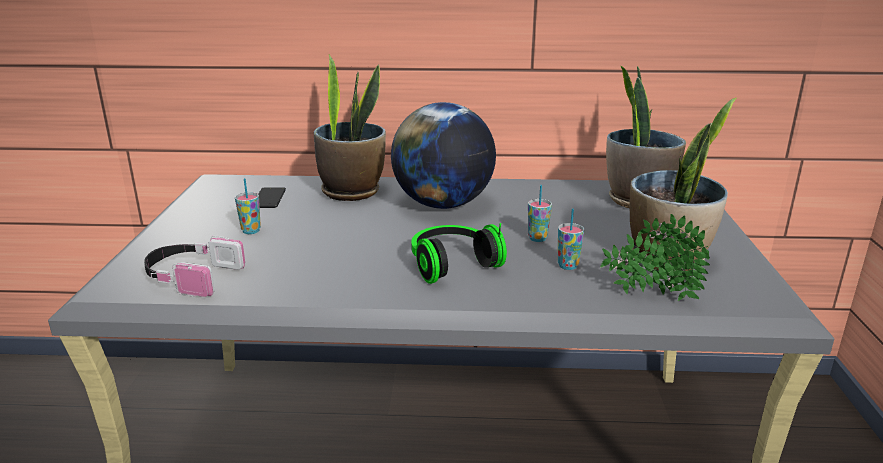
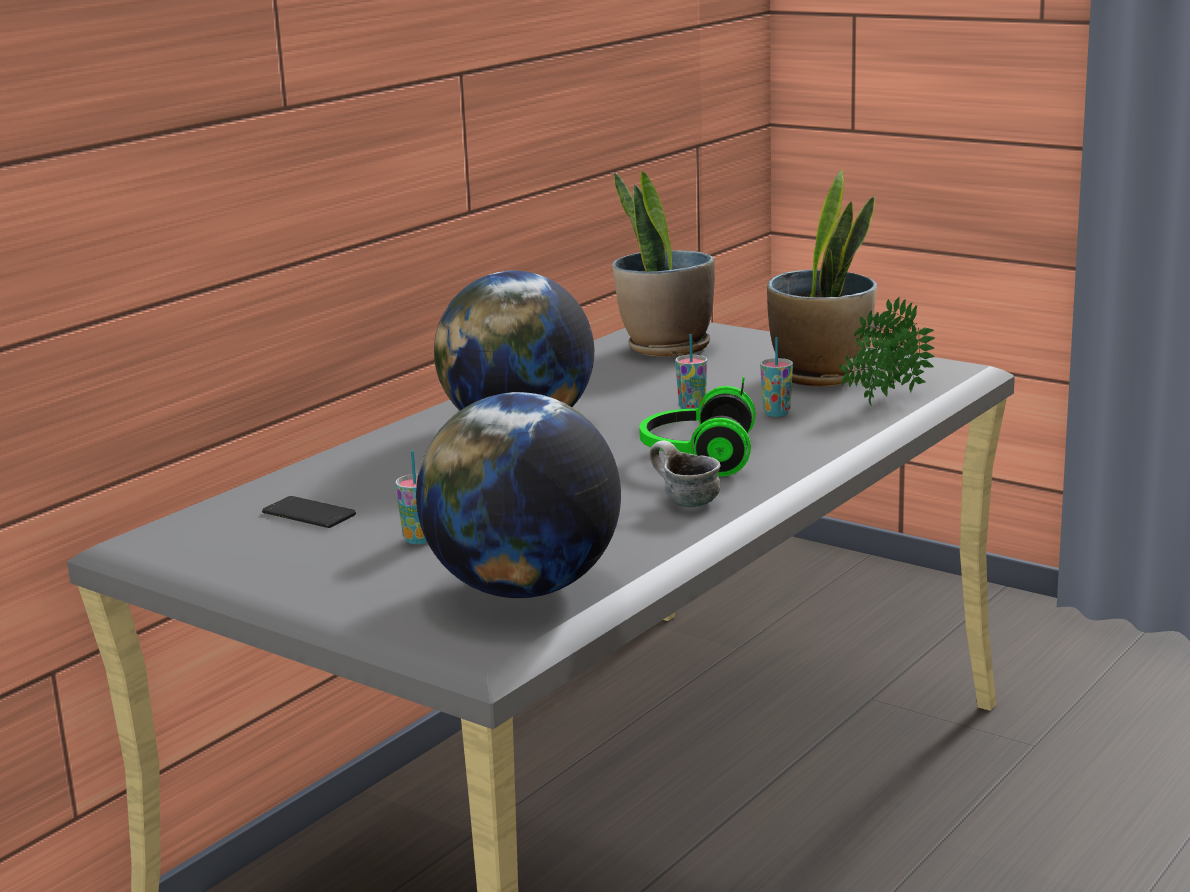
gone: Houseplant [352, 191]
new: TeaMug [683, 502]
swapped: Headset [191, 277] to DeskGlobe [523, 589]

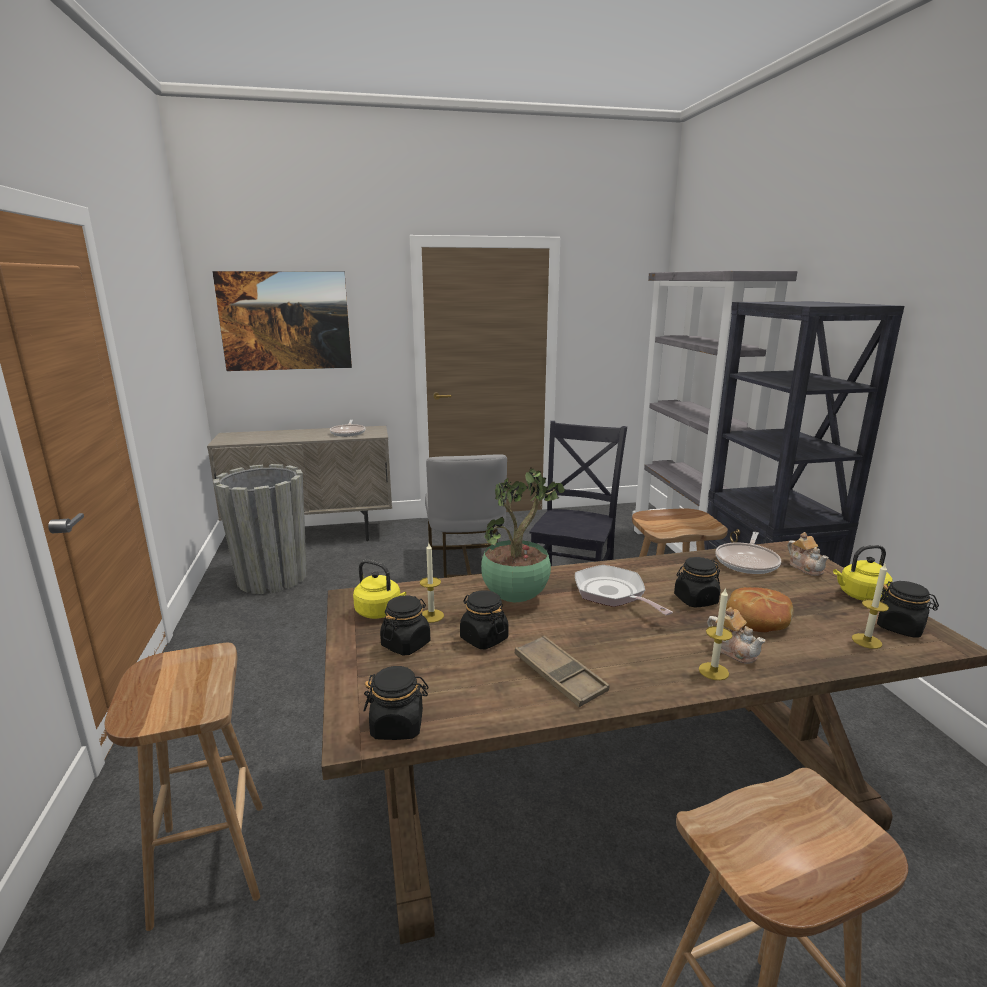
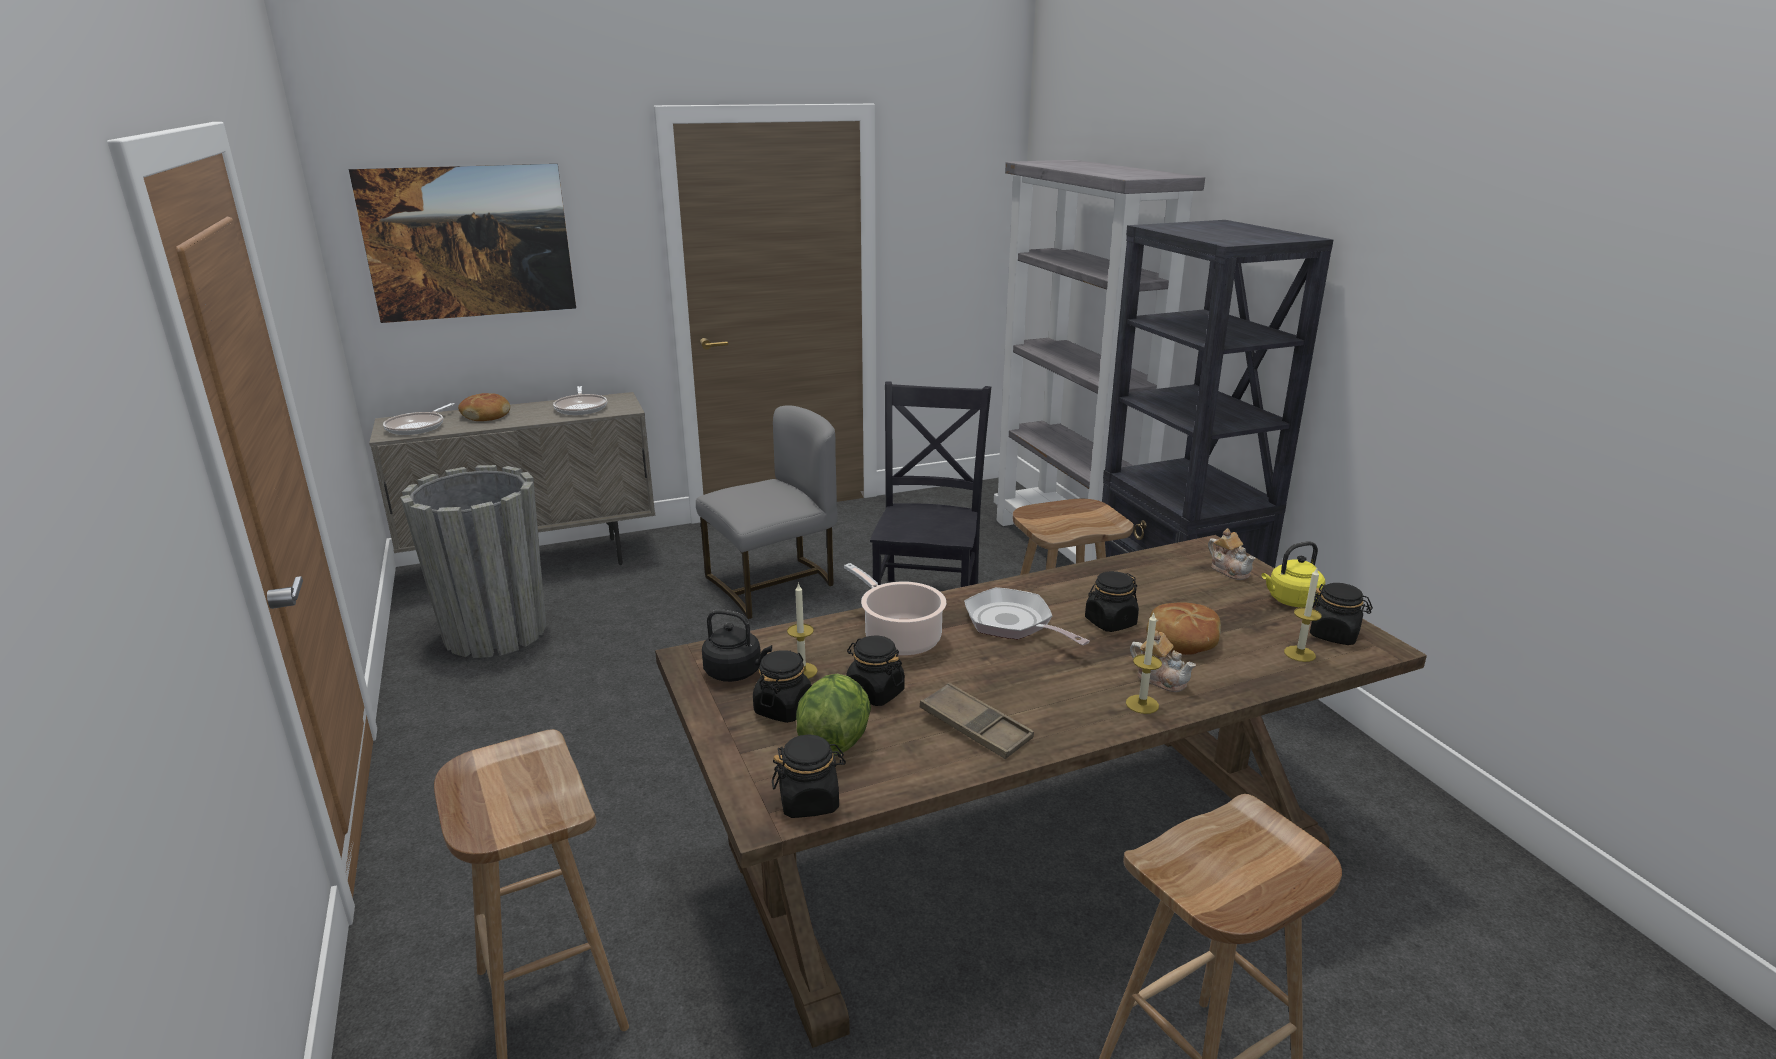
new: BakeryBread [486, 415]; HeadOfLettuce [834, 741]
shifted: FryingPan [747, 561] to [418, 427]
swapped: Houseplant [517, 597] to Stockpot [899, 638]
repainted: YellowColouredKettle [380, 612] to BlackColouredKettle [736, 672]
rotated: GreyishUprightChair [465, 561] = [773, 584] 105 degrees counterclockwise

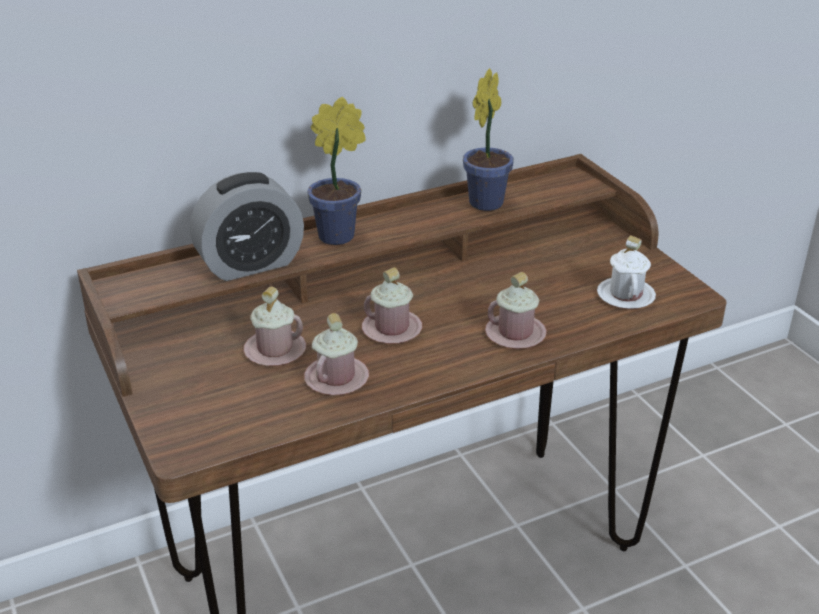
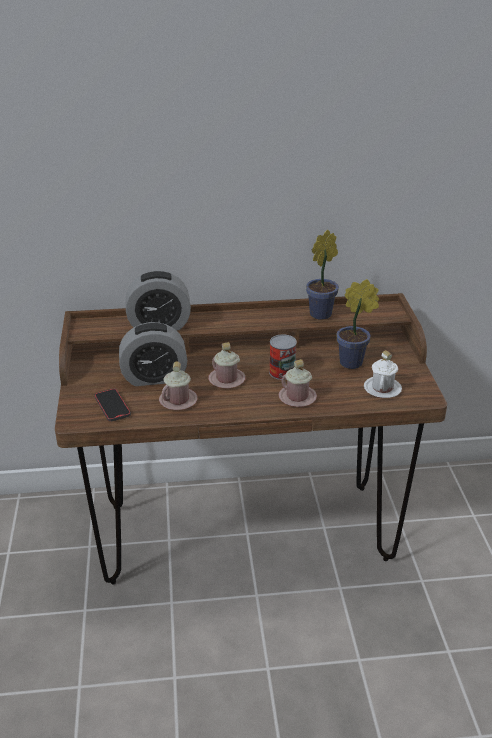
new: Can [282, 372]; Handset [112, 406]
shifted: Houseplant [341, 235] to [354, 363]
swapped: PinkColouredTeaMug [275, 350] to AlarmClock [154, 378]

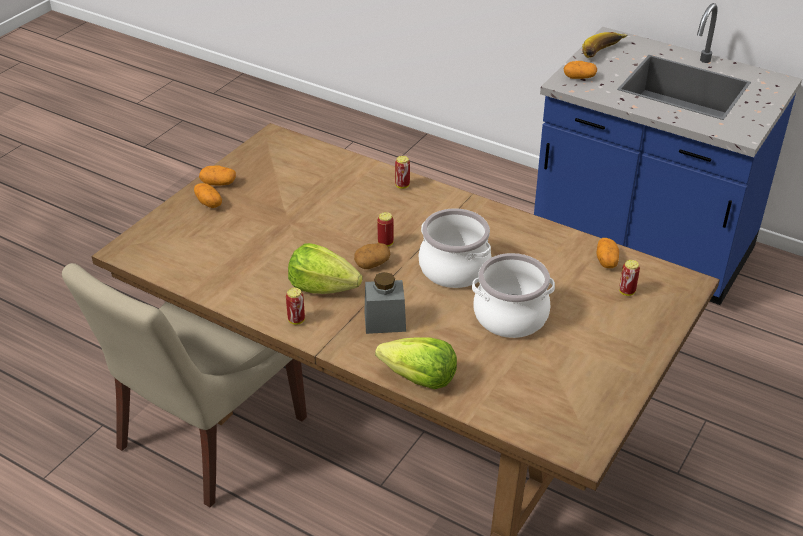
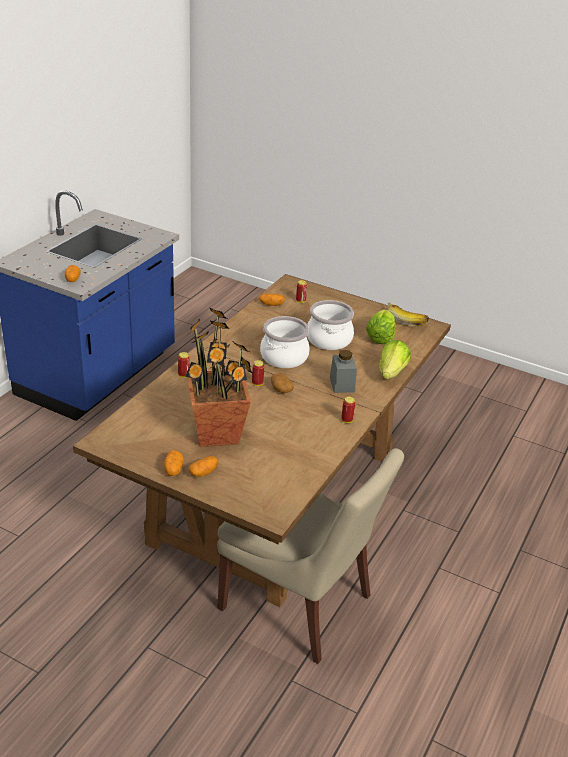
new: Houseplant [217, 434]
shifted: Banana [604, 53] to [406, 319]; HeadOfLettuce [322, 287] to [380, 337]

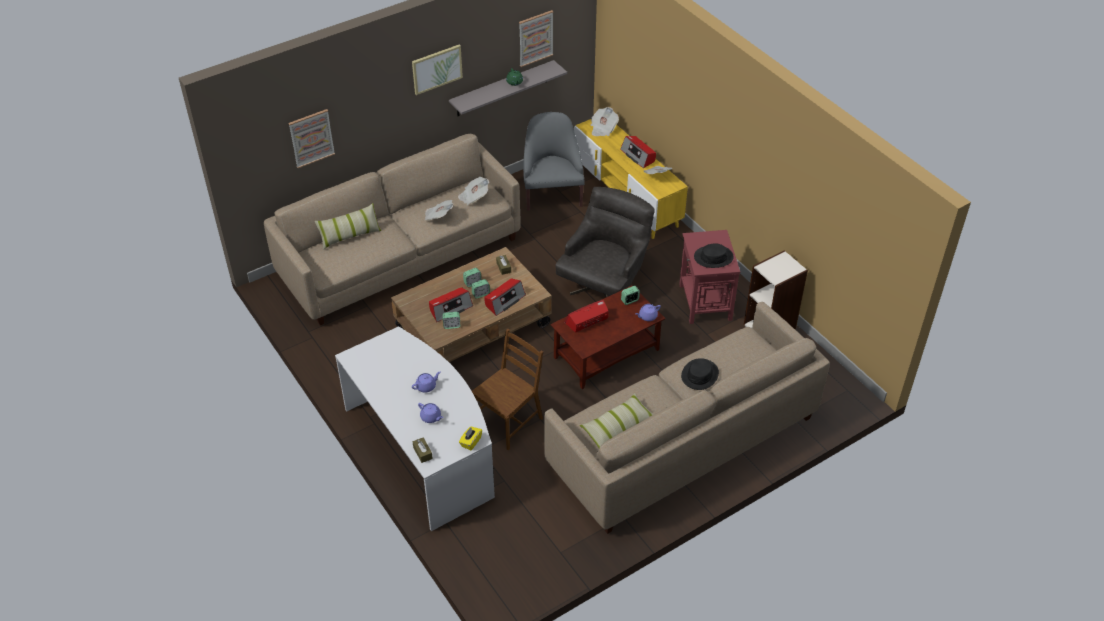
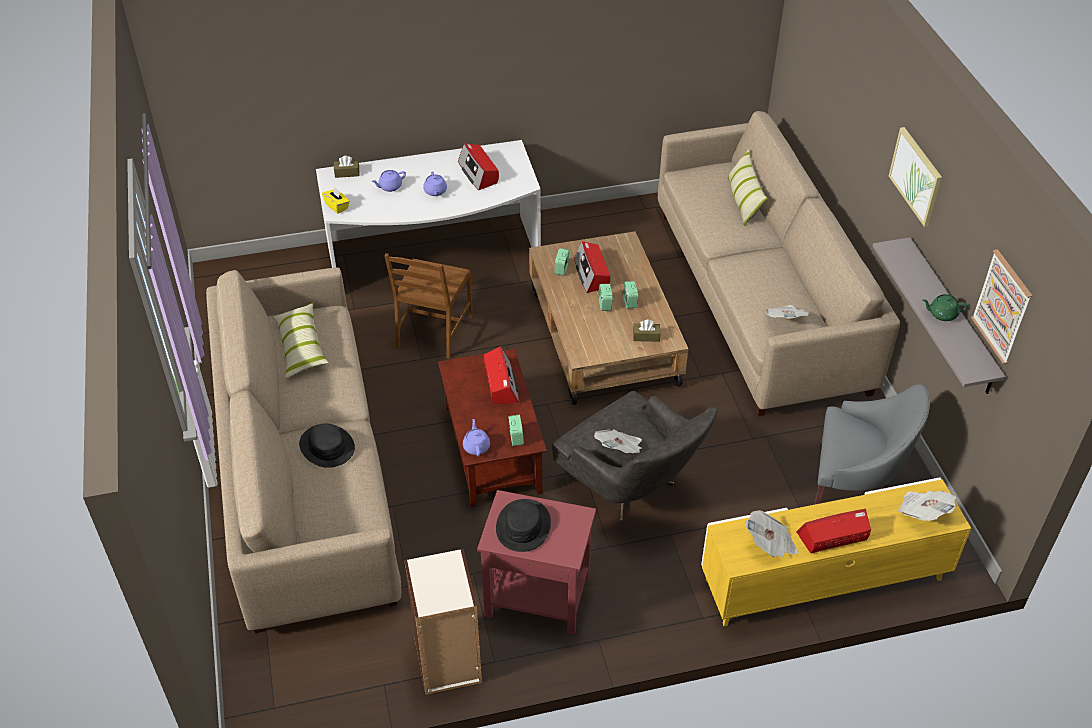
gone: Picture [311, 138]
shifted: DailyPaper [438, 216] to [619, 449]; RadioReceiver [504, 301] to [478, 173]
rotated: BrownishUprightChair [508, 421] = [433, 331] 45 degrees clockwise

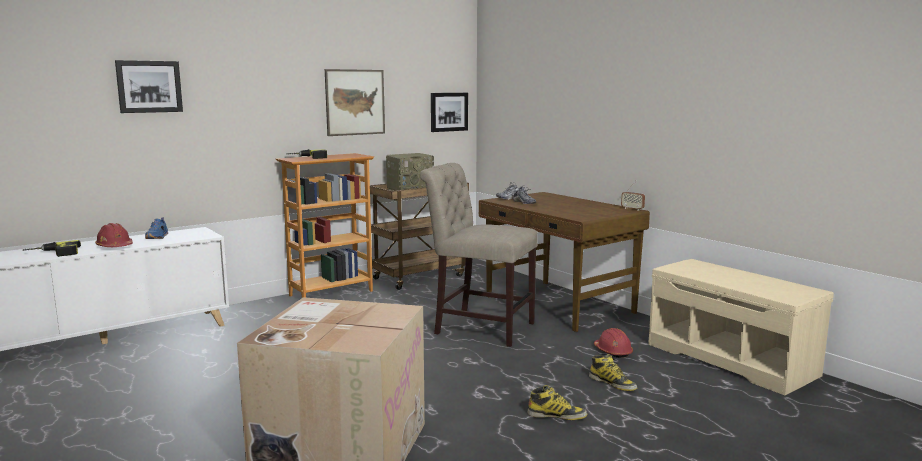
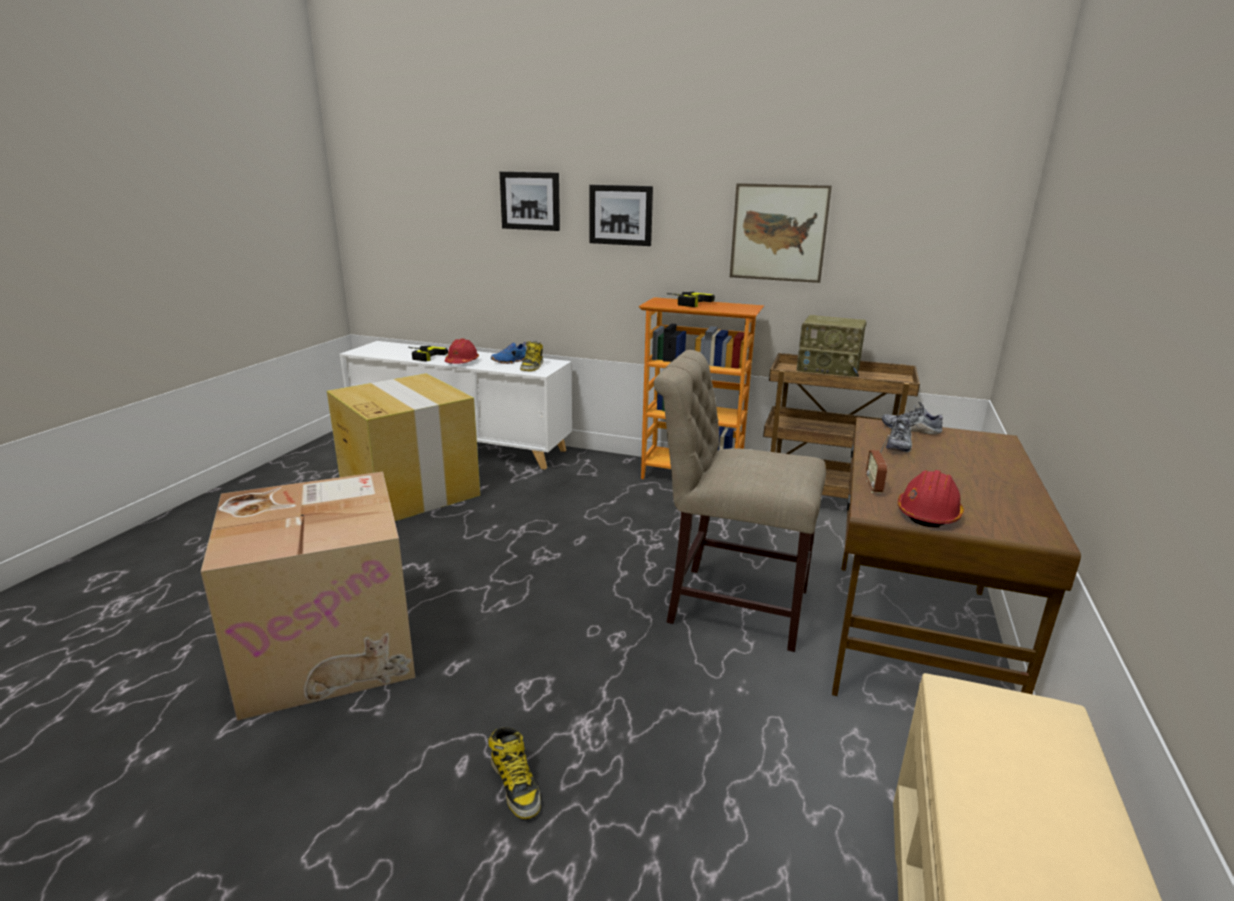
new: CardboardBox [409, 490]
shifted: Picture [448, 112] to [621, 215]; RadioReceiver [632, 209] to [874, 487]; ReddishSafetyHelmet [613, 351] to [928, 513]; HighTopBoot [612, 383] to [532, 366]
rotated: BeigeColouredUprightChair [479, 327] = [729, 603] 60 degrees counterclockwise

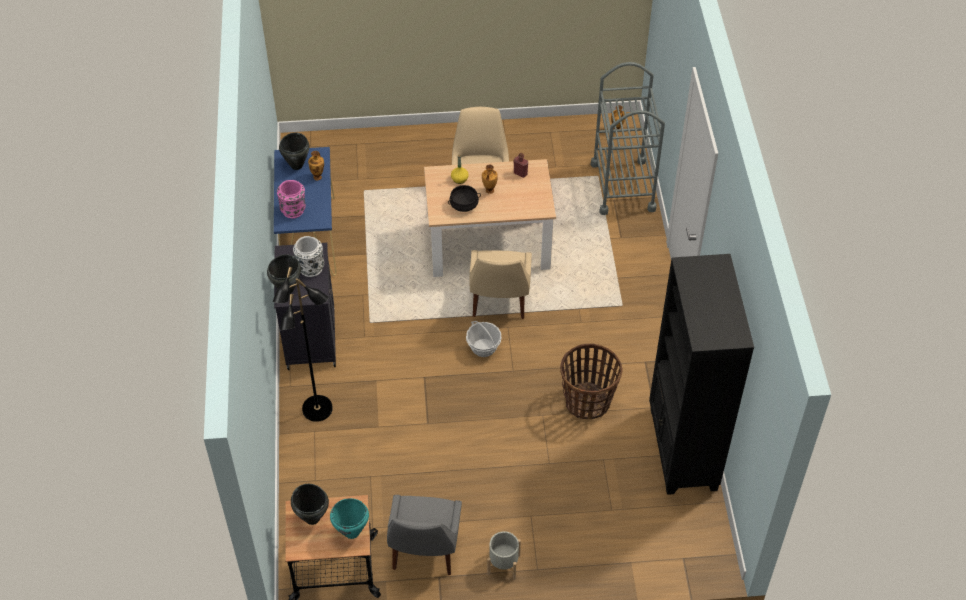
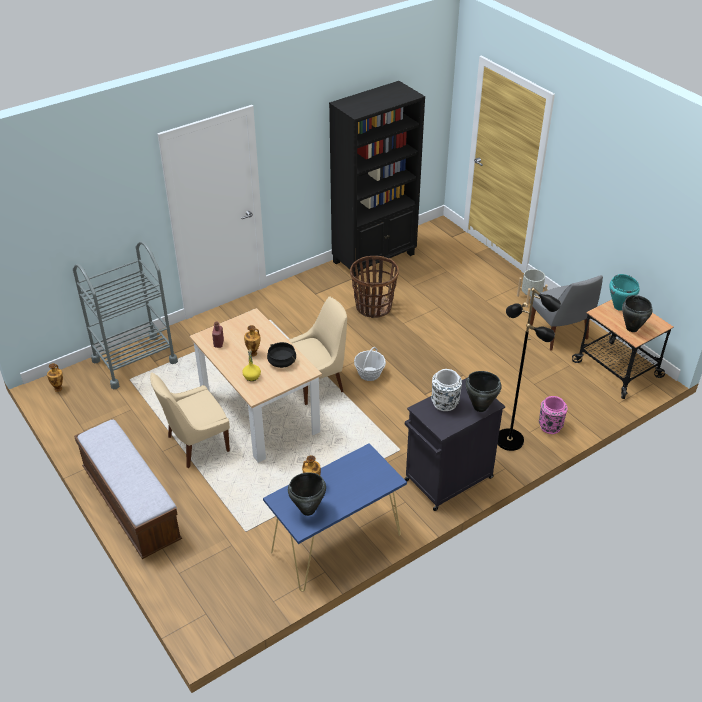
new: LongSeat [131, 504]
shifted: PinkColouredVase [293, 210] to [550, 426]
rotated: GreyishUprightChair [424, 552] = [559, 334] 90 degrees clockwise

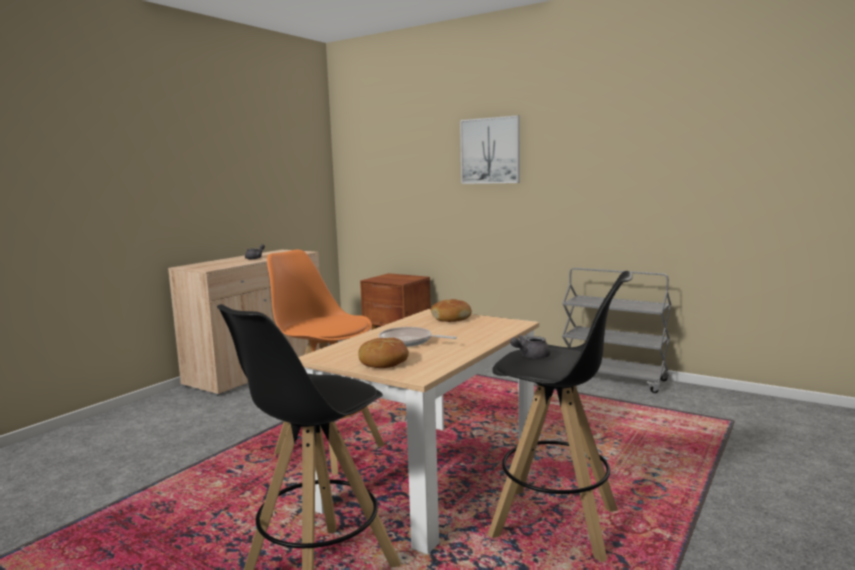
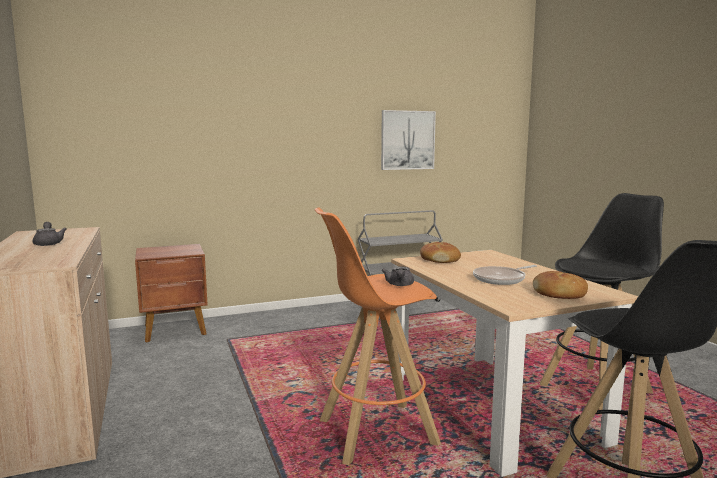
shifted: Picture [490, 151] to [407, 140]; GreyishTeapot [530, 356] to [399, 285]

